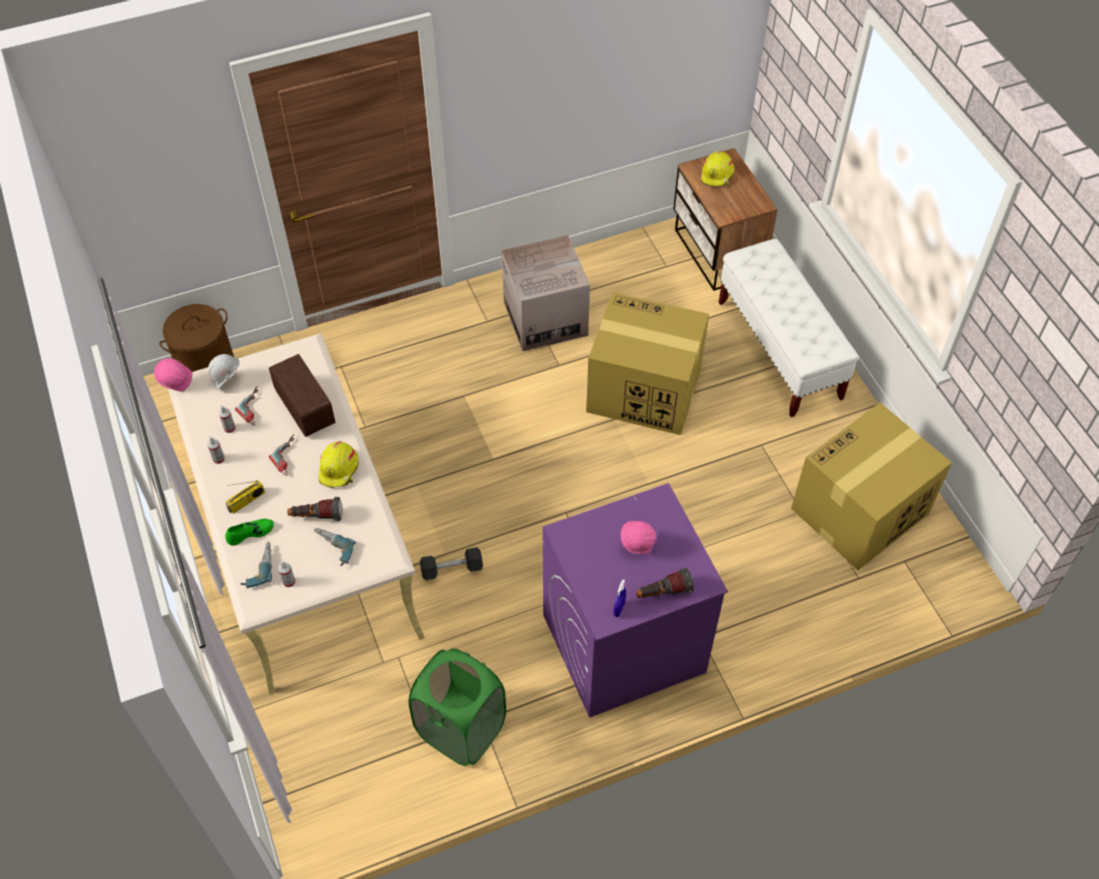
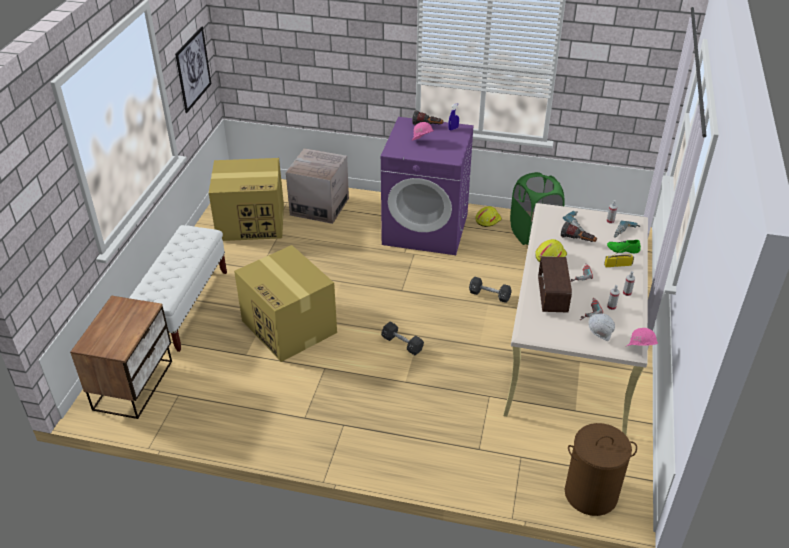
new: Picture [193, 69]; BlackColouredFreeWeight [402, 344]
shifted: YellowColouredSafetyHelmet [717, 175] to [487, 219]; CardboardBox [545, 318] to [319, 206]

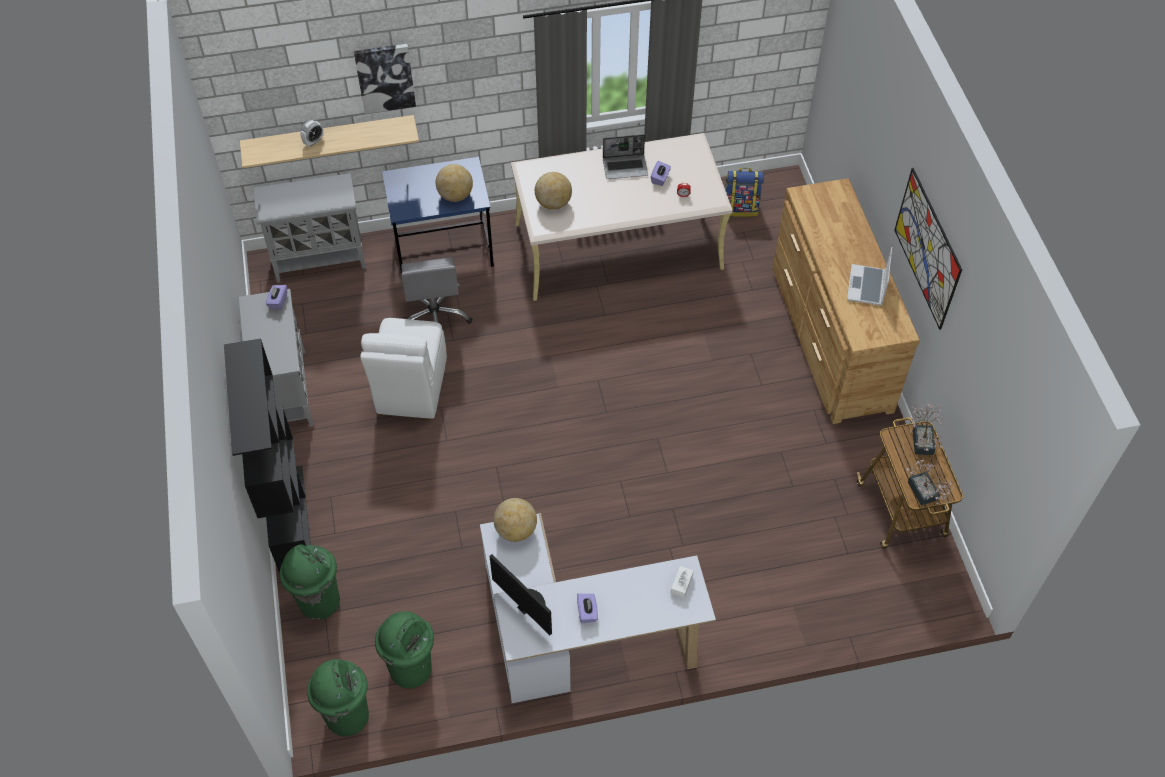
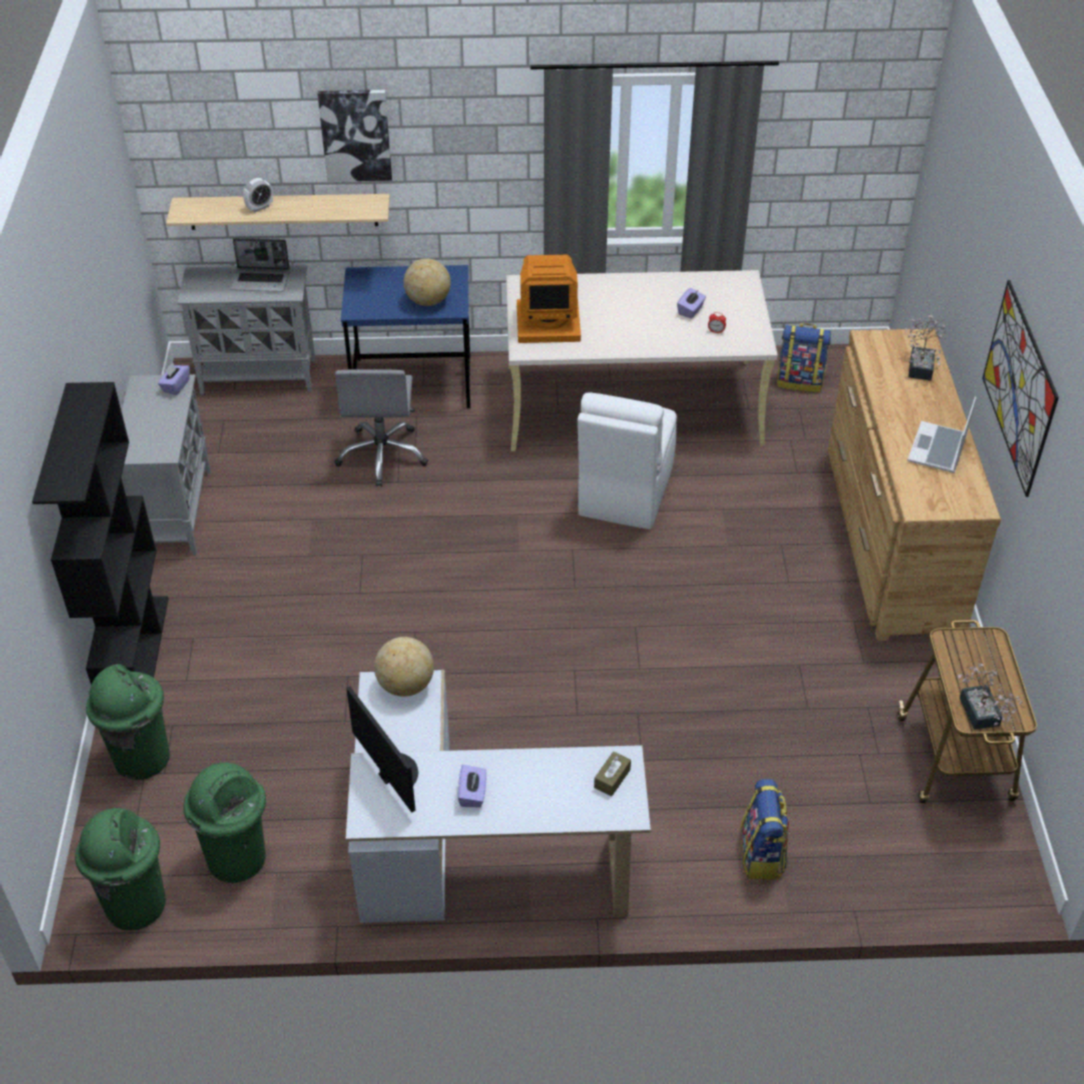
new: Knapsack [762, 855]
shifted: Laptop [625, 167] to [261, 280]; WhiteColouredUprightChair [411, 387] to [624, 493]; Houseplant [922, 439] to [921, 365]
swapped: DeskGlobe [553, 203] to ComputerScreen [548, 322]
repainted: WhiteColouredTissueBox [681, 584] to BrownishTissueBox [612, 778]

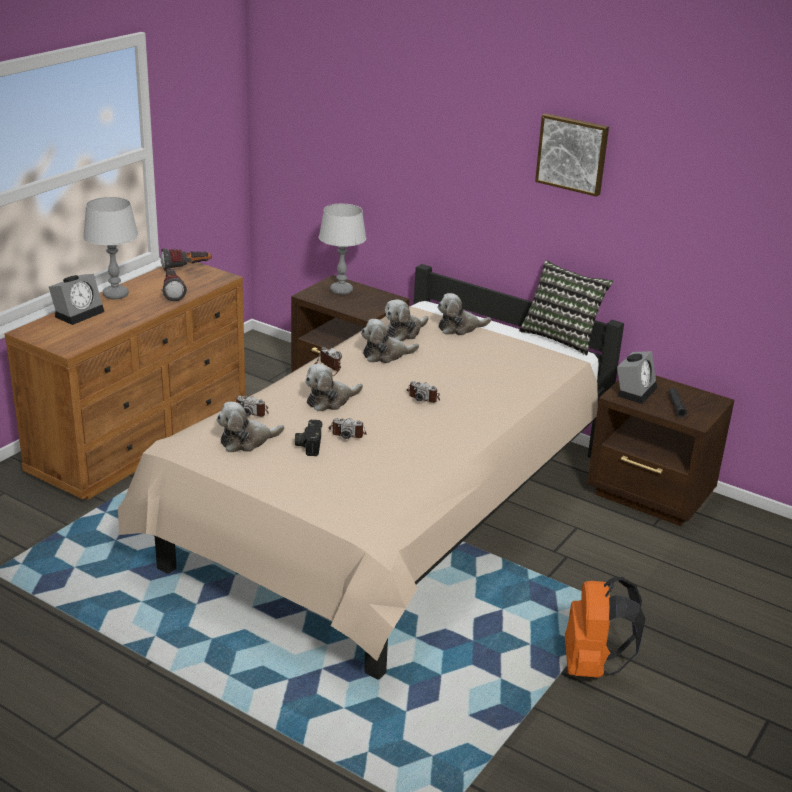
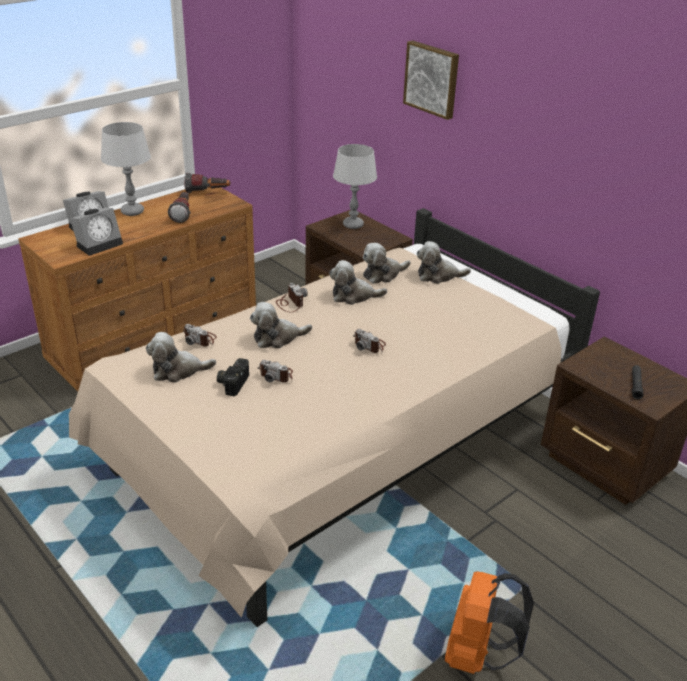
gone: Cushion [561, 337]
shifted: Picture [573, 153] to [432, 79]; AlarmClock [635, 390] to [100, 244]

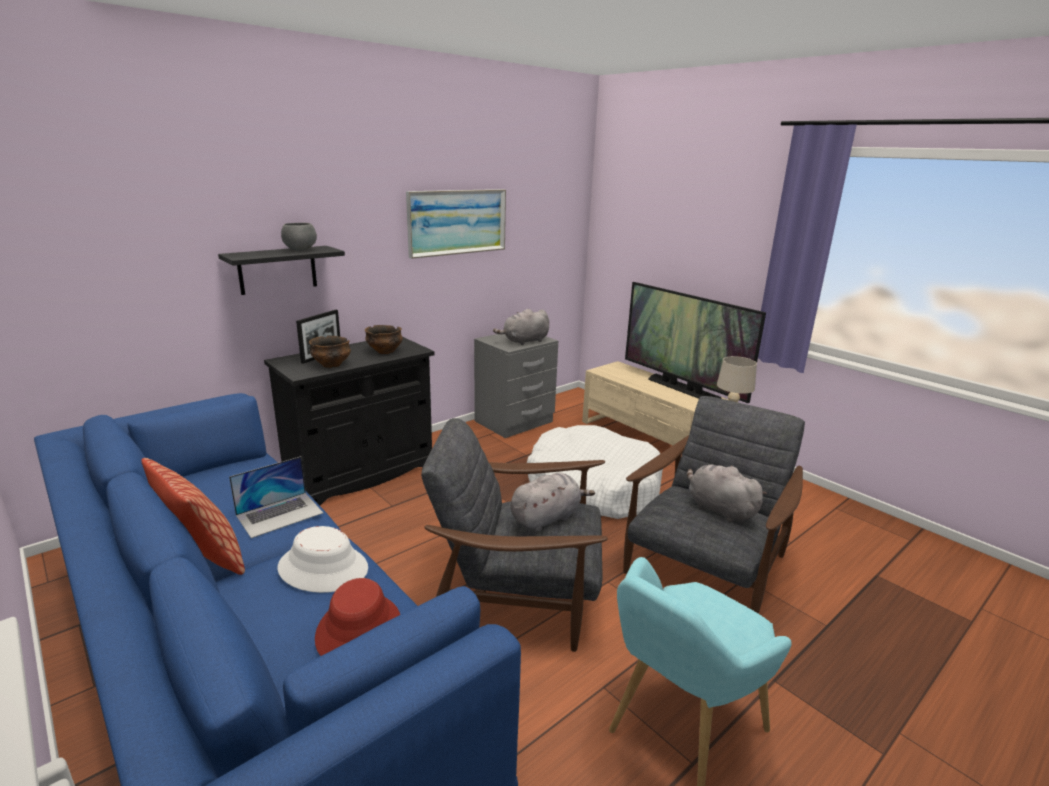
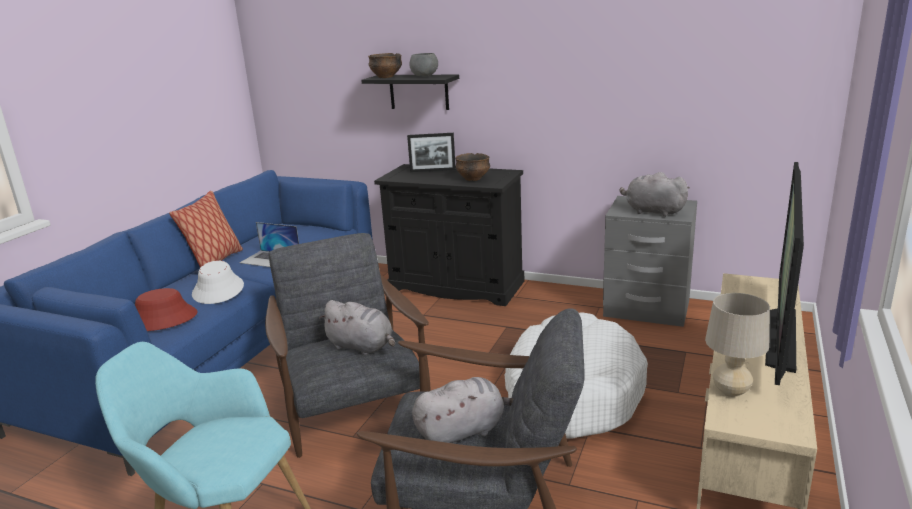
gone: Picture [457, 222]
shifted: ServingBowl [331, 364] to [386, 77]
rotated: GreyishSoftToy [718, 509] = [464, 431] 45 degrees clockwise

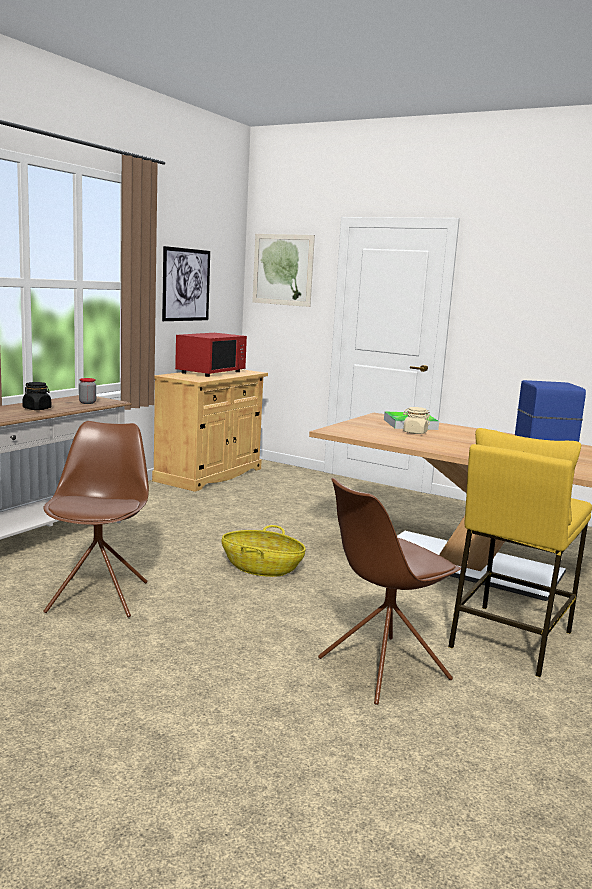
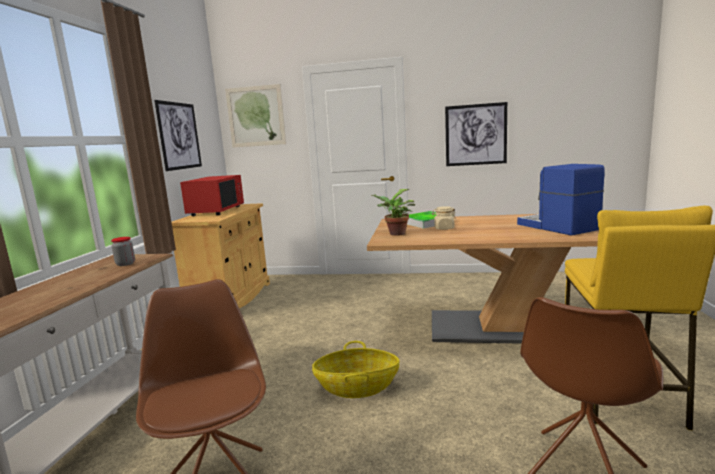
gone: BlackColouredJar [37, 409]
new: Picture [475, 135]; Houseplant [395, 234]

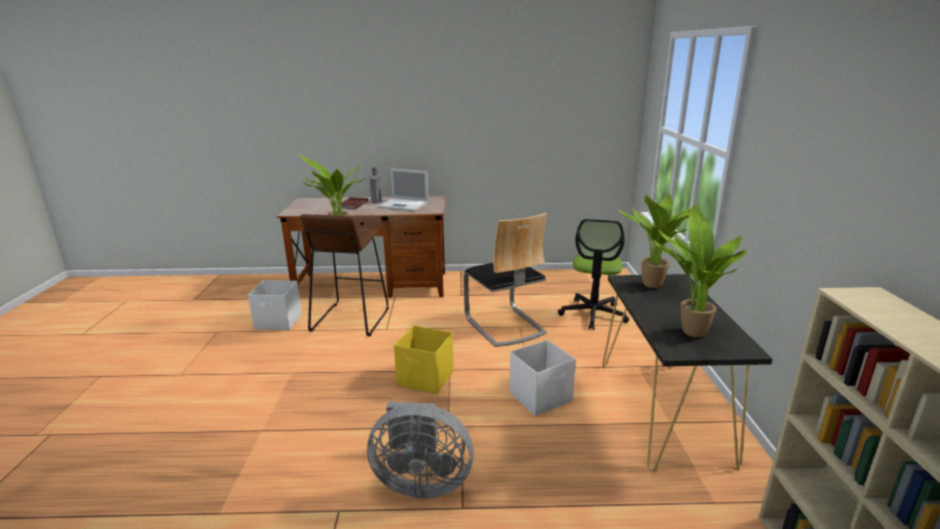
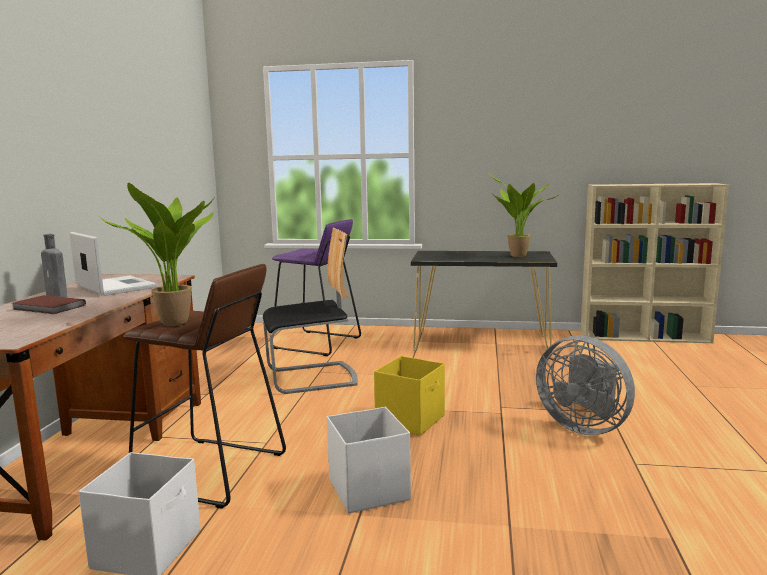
gone: Houseplant [654, 286]
shifted: WhiteColouredStorageBox [541, 397] to [368, 489]
swapped: OfficeChair [593, 314] to PurpleColouredSittingStool [317, 343]
rotated: Laptop [404, 205] = [115, 286] 75 degrees counterclockwise; GreyishElectricFan [421, 482] = [583, 426] 120 degrees clockwise

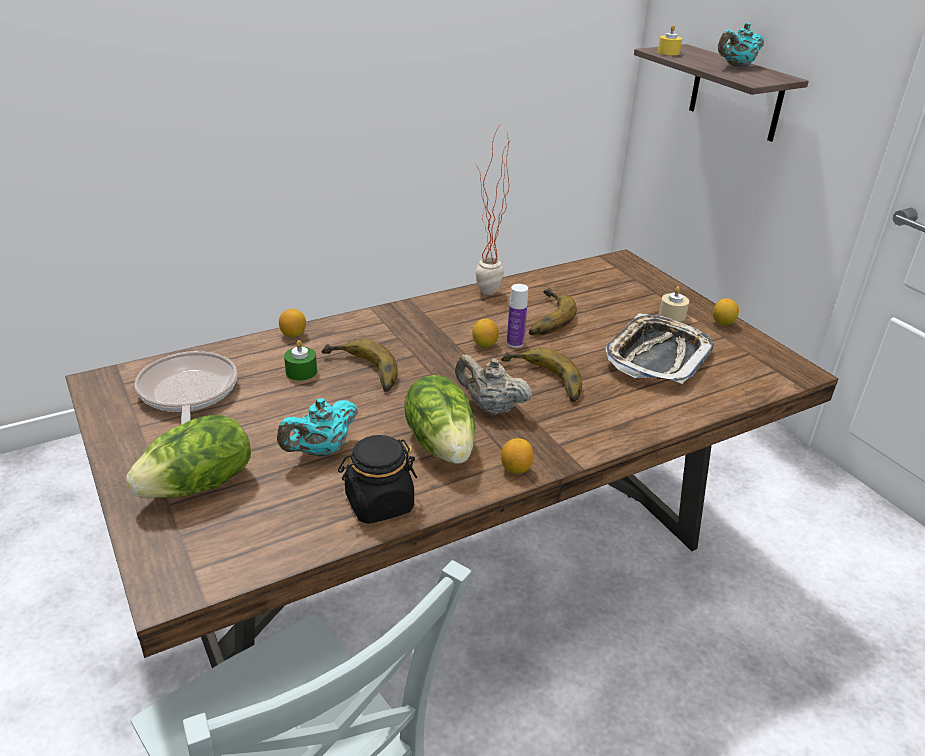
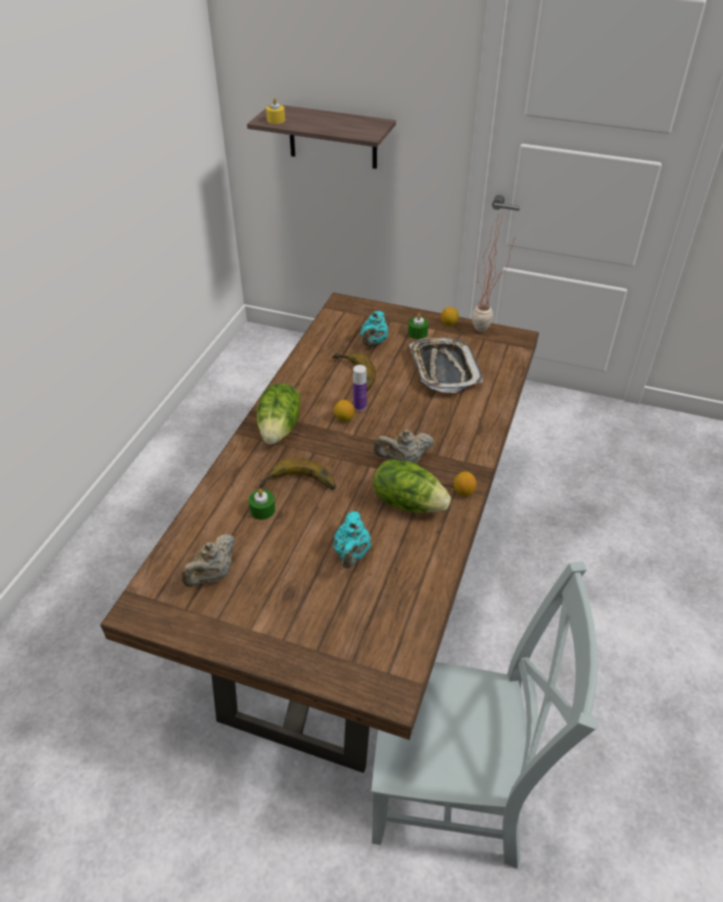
gone: WholeLemon [293, 334]; Banana [542, 381]; BlackColouredJar [379, 503]
shifted: BlueGreenTeapot [737, 66] to [373, 342]; Houseplant [485, 296] to [484, 333]; HeadOfLettuce [199, 485] to [280, 428]
swapped: FryingPan [188, 393] to BeigeColouredTeapot [213, 575]
repainted: BeigeColouredWaxLight [672, 315] to GreenWaxLight [417, 333]

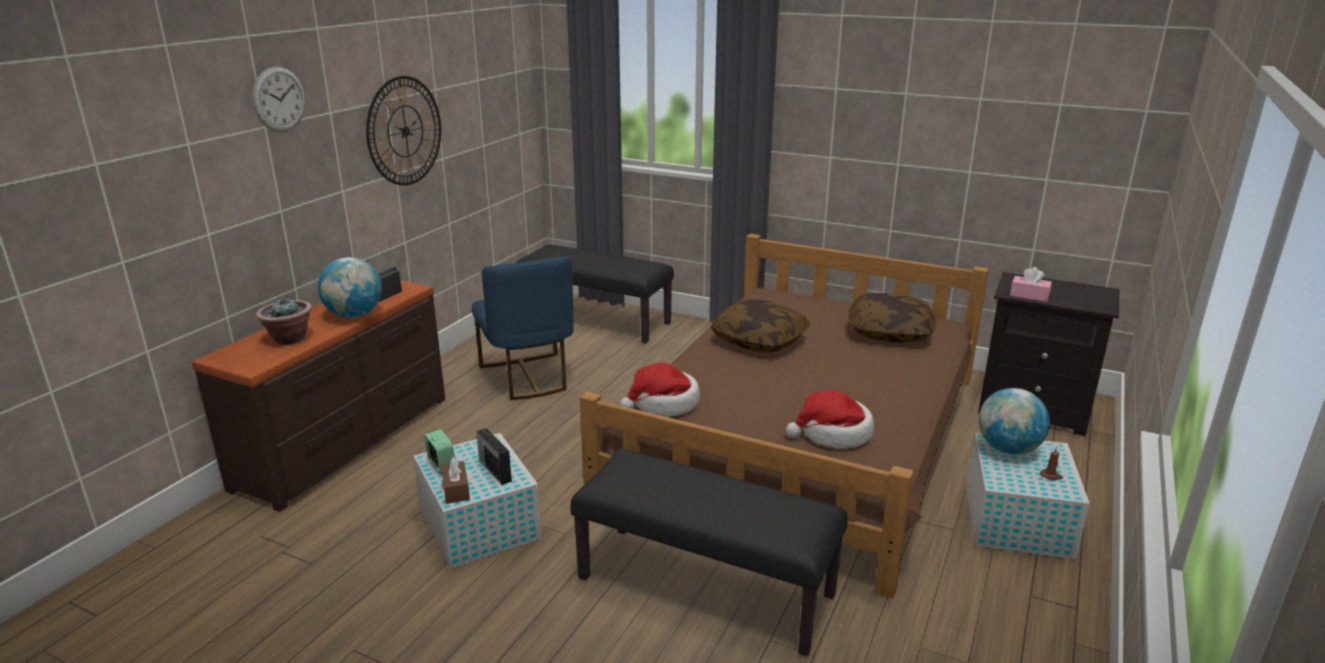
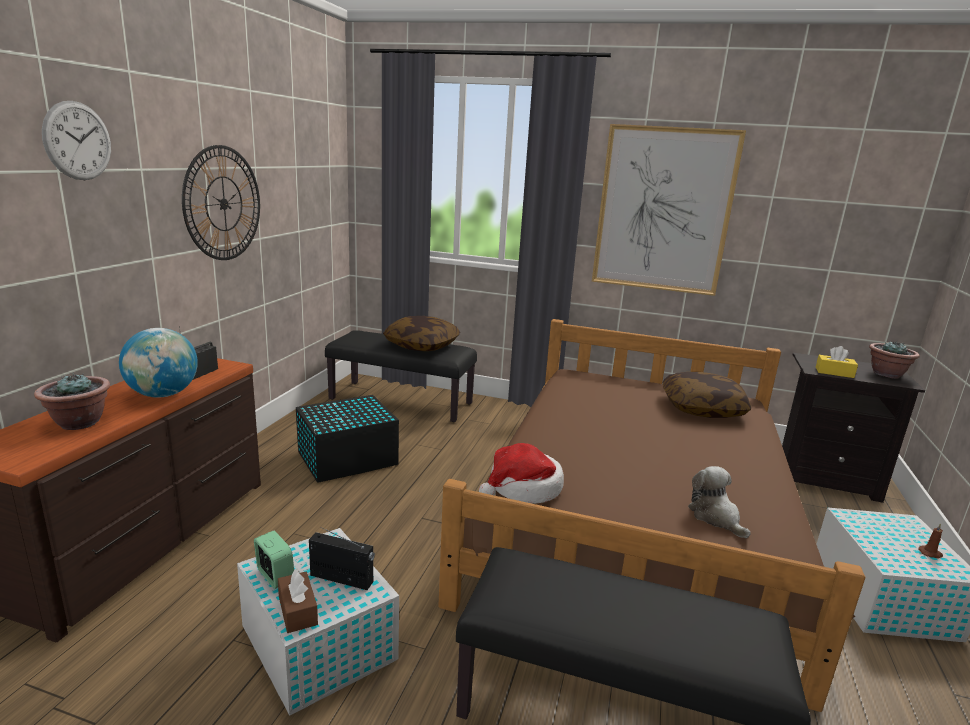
gone: DeskGlobe [1008, 449]
new: Picture [663, 210]; Houseplant [886, 374]
shifted: Cushion [759, 340] to [422, 345]
swapped: BlueUprightChair [528, 377] to BlackColouredStorageBox [345, 458]; WearableHat [833, 434] to SoftToy [716, 517]
repainted: PinkColouredTissueBox [1029, 295] to YellowColouredTissueBox [834, 372]
rotated: RadioReceiver [495, 470] = [342, 579] 150 degrees clockwise

